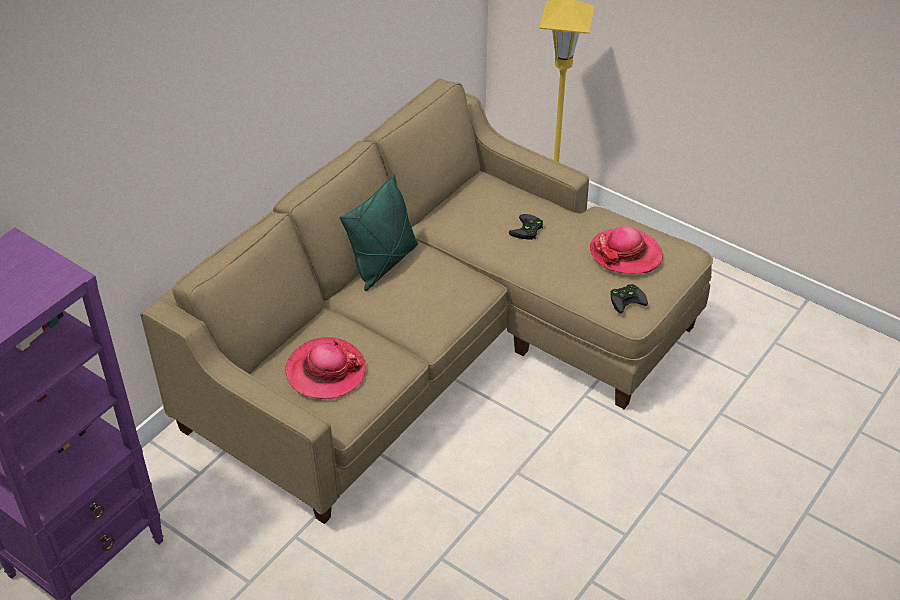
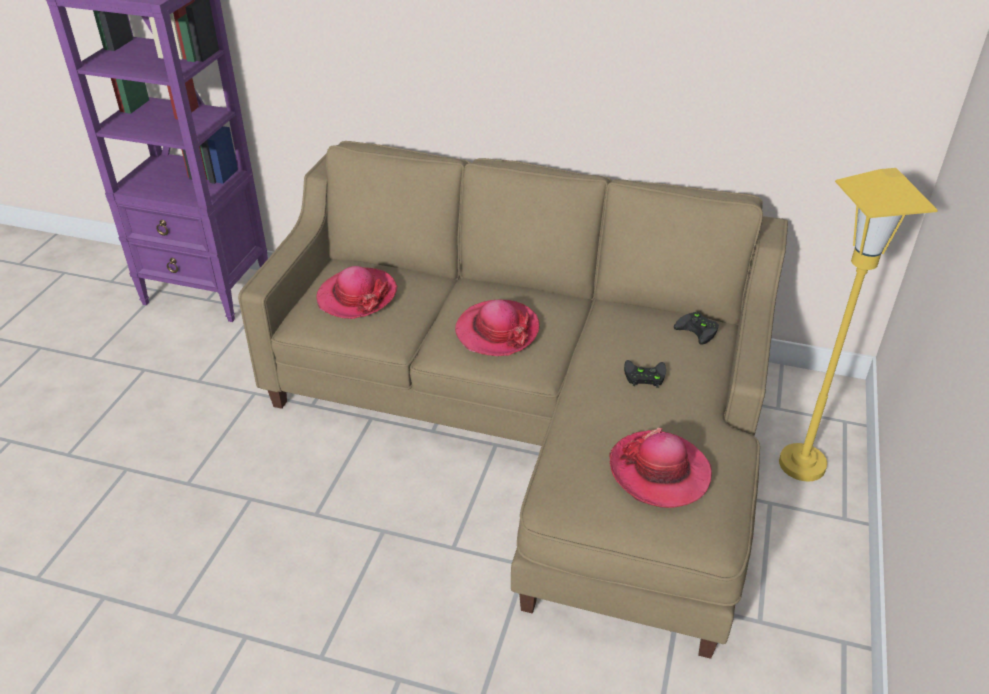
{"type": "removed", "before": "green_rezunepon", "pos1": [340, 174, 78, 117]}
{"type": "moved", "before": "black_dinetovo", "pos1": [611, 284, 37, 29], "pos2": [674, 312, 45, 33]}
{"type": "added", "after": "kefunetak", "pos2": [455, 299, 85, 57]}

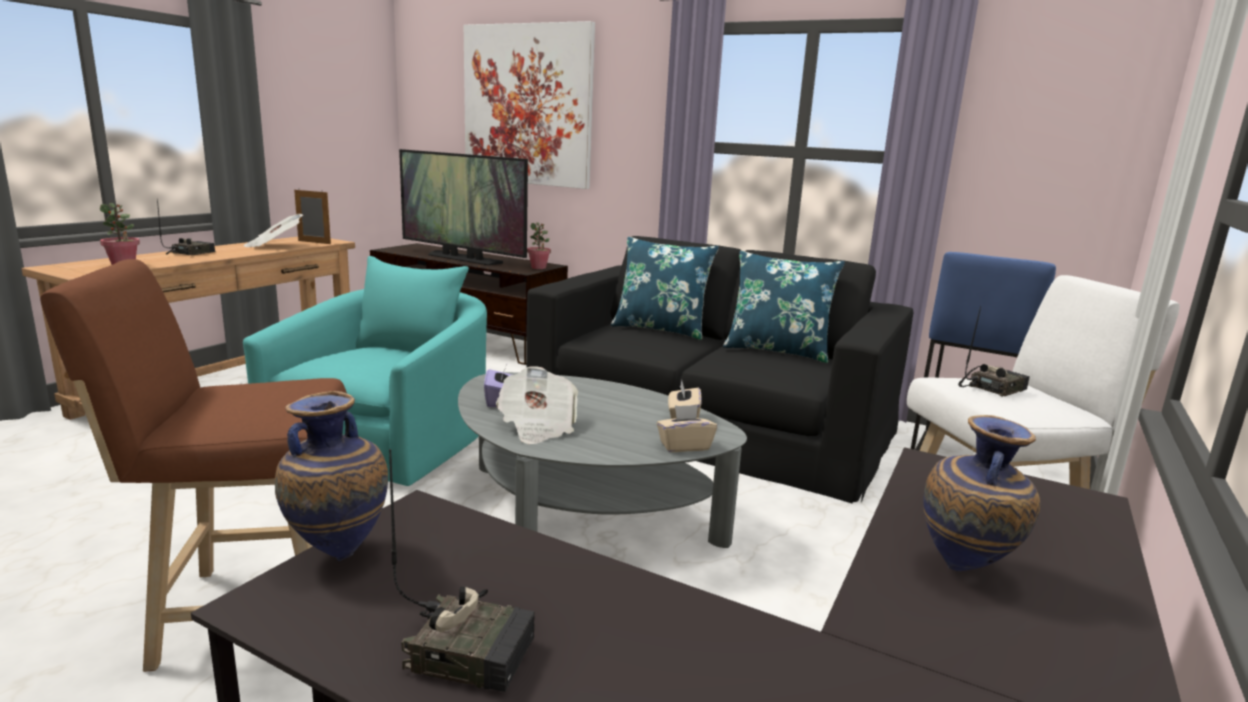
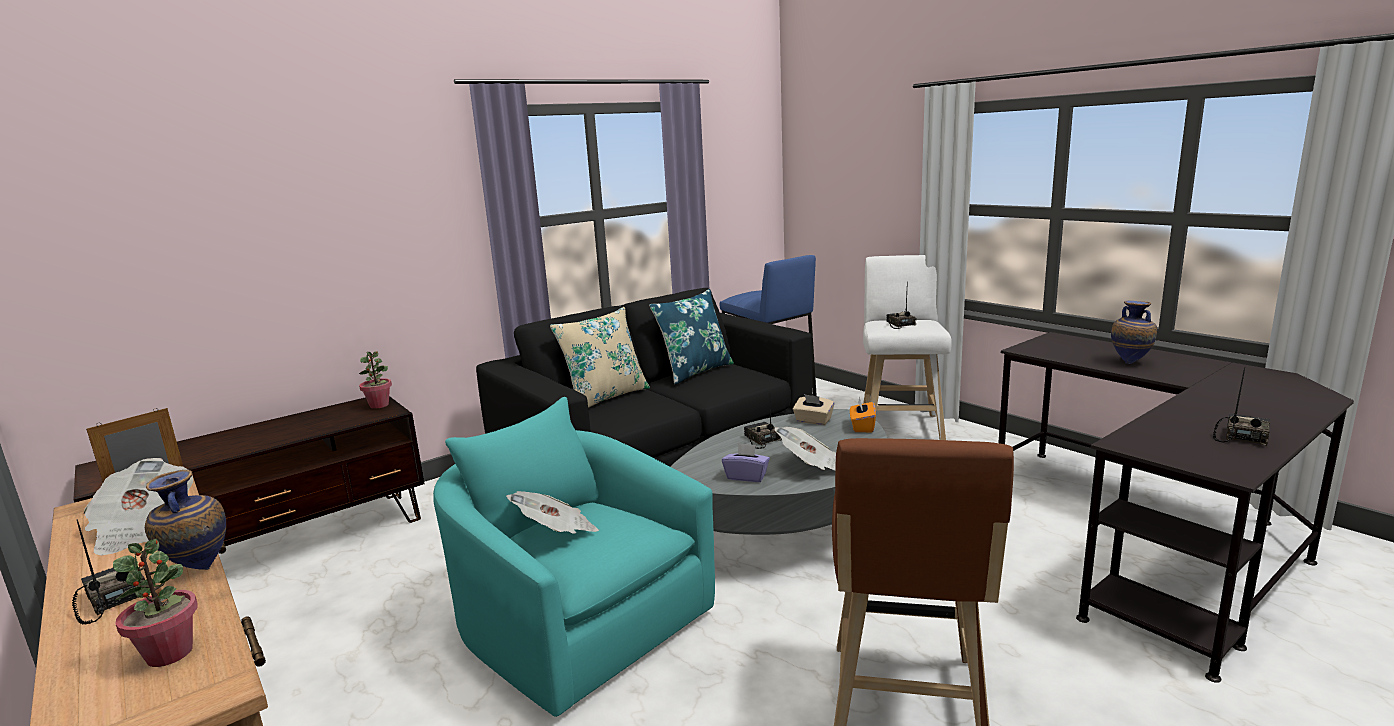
{"type": "removed", "before": "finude", "pos1": [464, 21, 131, 168]}
{"type": "removed", "before": "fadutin", "pos1": [399, 149, 129, 116]}
{"type": "recoloured", "before": "blue_rezunepon", "after": "beige_rezunepon", "pos1": [611, 237, 108, 103], "pos2": [550, 307, 100, 101]}
{"type": "moved", "before": "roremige", "pos1": [275, 391, 113, 170], "pos2": [145, 470, 81, 100]}
{"type": "recoloured", "before": "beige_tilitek", "after": "orange_tilitek", "pos1": [657, 405, 60, 47], "pos2": [850, 397, 26, 35]}
{"type": "added", "after": "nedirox", "pos2": [744, 405, 38, 44]}
{"type": "added", "after": "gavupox", "pos2": [506, 491, 93, 43]}

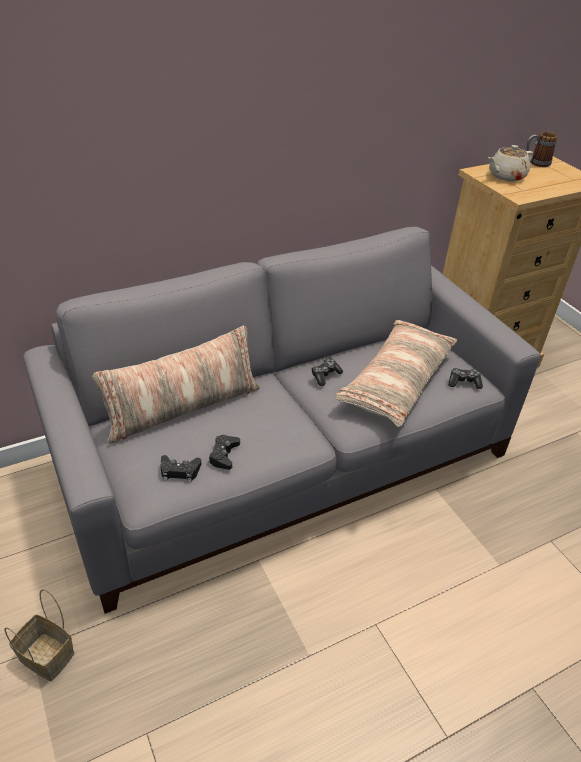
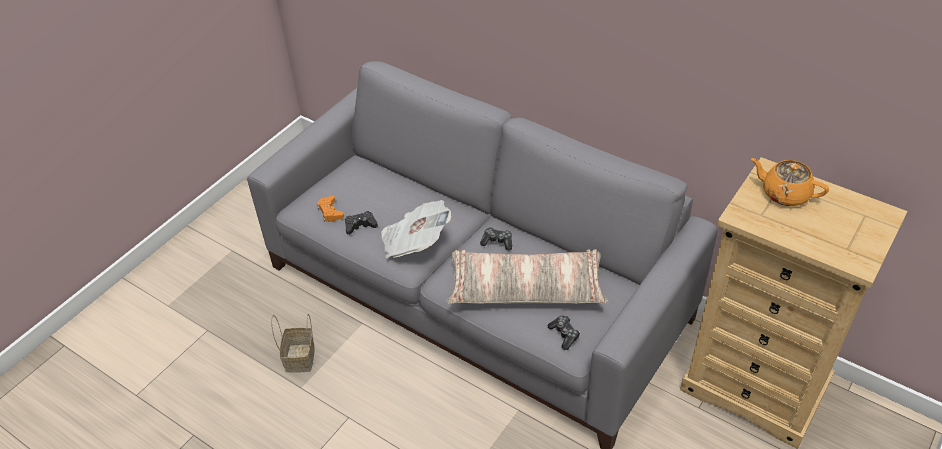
{"type": "removed", "before": "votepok", "pos1": [526, 132, 31, 35]}
{"type": "recoloured", "before": "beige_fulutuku", "after": "orange_fulutuku", "pos1": [488, 145, 46, 36], "pos2": [751, 158, 78, 48]}
{"type": "removed", "before": "rezunepon", "pos1": [92, 326, 168, 118]}
{"type": "recoloured", "before": "black_dinetovo", "after": "orange_dinetovo", "pos1": [160, 455, 41, 27], "pos2": [317, 195, 27, 27]}
{"type": "moved", "before": "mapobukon", "pos1": [4, 589, 71, 92], "pos2": [271, 314, 44, 59]}
{"type": "added", "after": "gavupox", "pos2": [381, 200, 70, 58]}

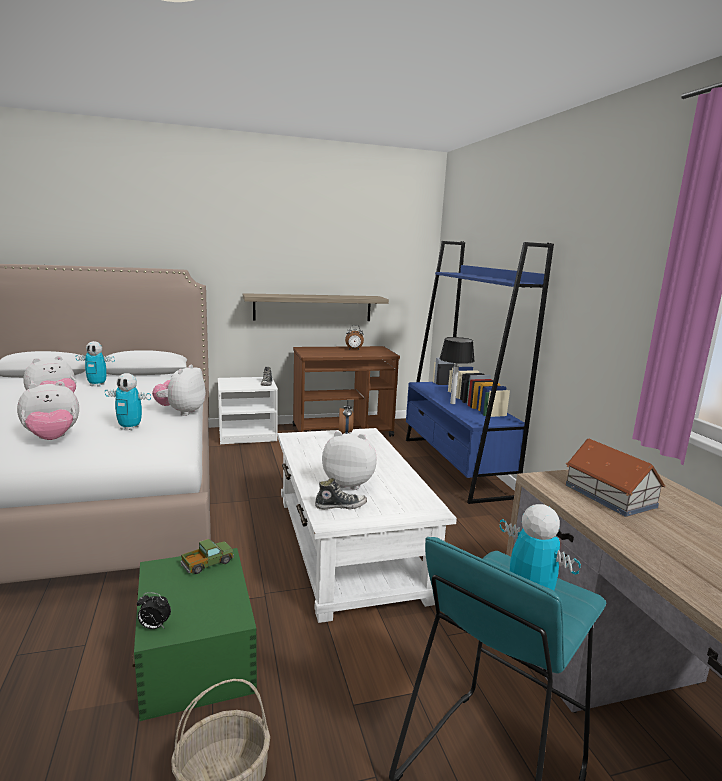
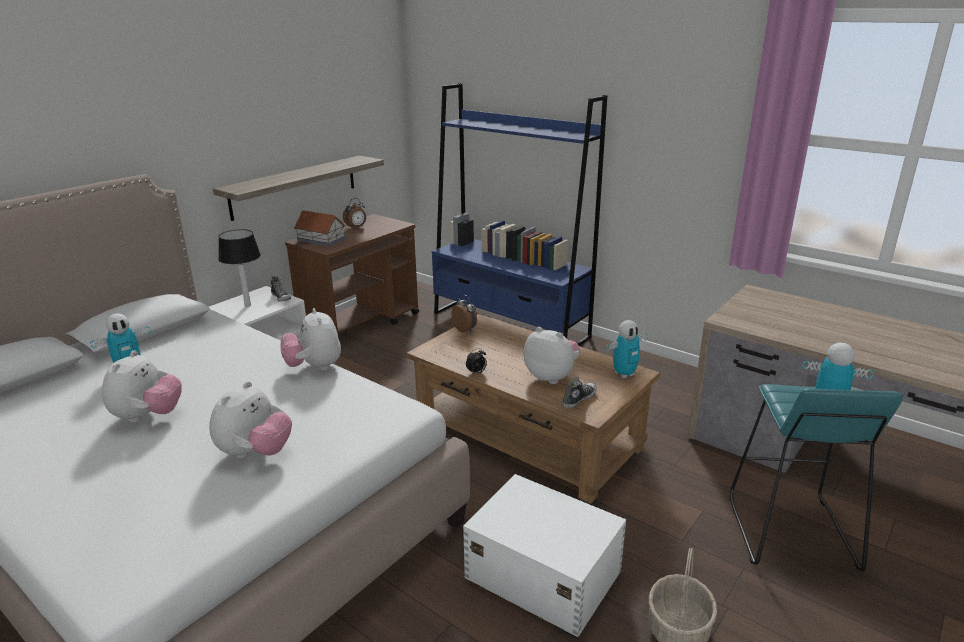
{"type": "moved", "before": "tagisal", "pos1": [440, 337, 35, 67], "pos2": [218, 229, 43, 78]}
{"type": "moved", "before": "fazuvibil", "pos1": [105, 373, 46, 57], "pos2": [606, 320, 42, 58]}
{"type": "recoloured", "before": "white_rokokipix", "after": "brown_rokokipix", "pos1": [278, 428, 179, 195], "pos2": [406, 314, 254, 190]}
{"type": "turned", "before": "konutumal", "pos1": [322, 431, 55, 59], "pos2": [524, 327, 56, 57], "turn": 60}
{"type": "moved", "before": "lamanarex", "pos1": [566, 439, 100, 78], "pos2": [294, 210, 52, 36]}
{"type": "removed", "before": "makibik", "pos1": [181, 539, 53, 35]}
{"type": "recoloured", "before": "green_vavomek", "after": "white_vavomek", "pos1": [132, 548, 125, 173], "pos2": [463, 474, 163, 163]}
{"type": "moved", "before": "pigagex", "pos1": [137, 592, 34, 37], "pos2": [466, 348, 21, 26]}

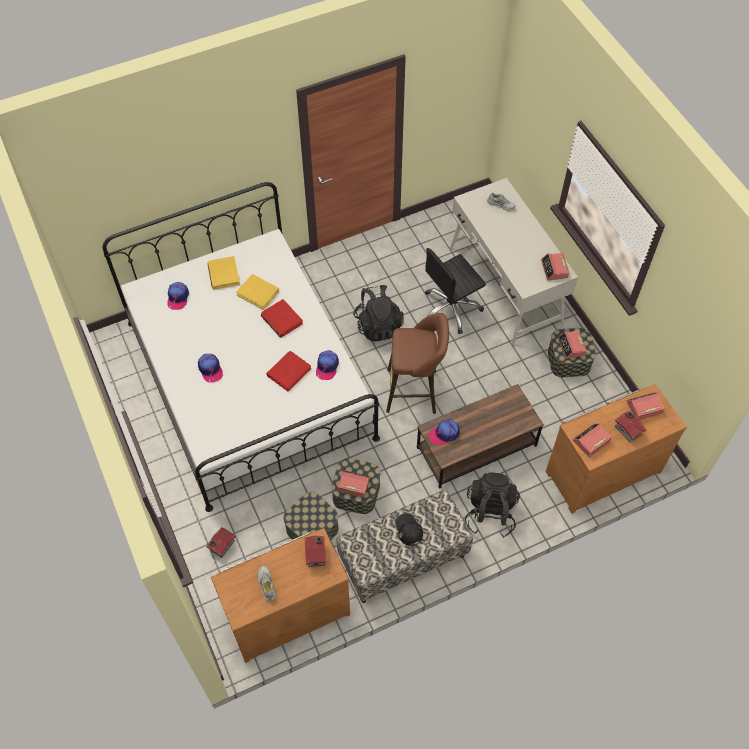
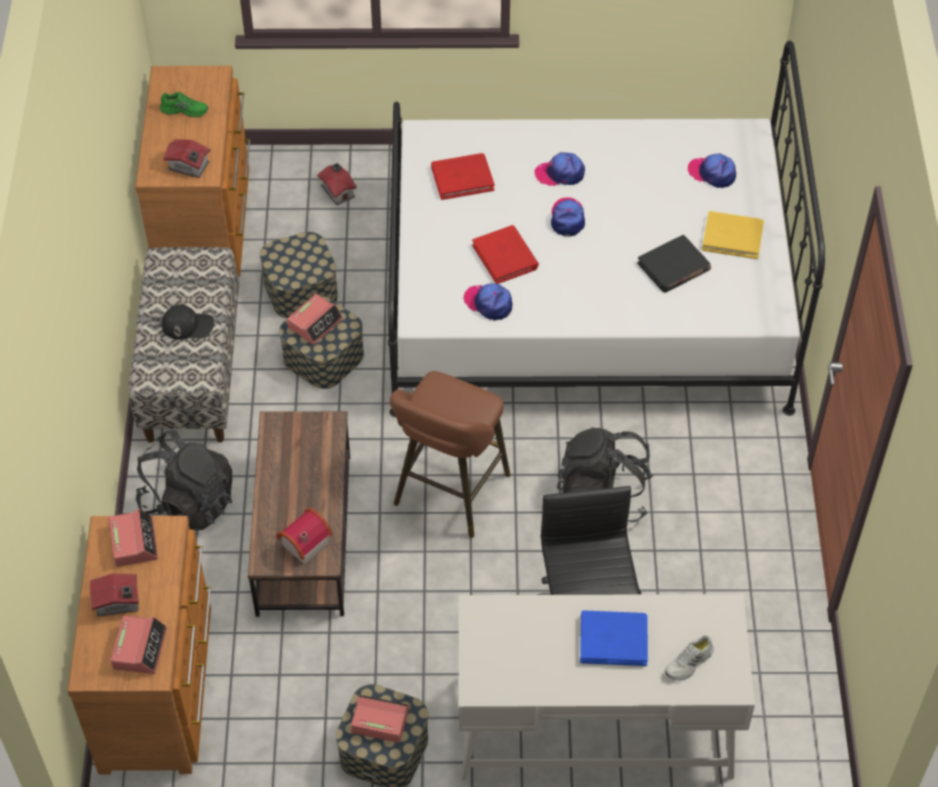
{"type": "removed", "before": "pigagex", "pos1": [541, 253, 28, 28]}
{"type": "recoloured", "before": "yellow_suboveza", "after": "black_suboveza", "pos1": [236, 274, 43, 36], "pos2": [637, 235, 74, 57]}
{"type": "moved", "before": "red_suboveza", "pos1": [261, 299, 42, 39], "pos2": [431, 153, 63, 47]}
{"type": "moved", "before": "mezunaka", "pos1": [429, 419, 31, 26], "pos2": [551, 198, 34, 38]}
{"type": "recoloured", "before": "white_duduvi", "after": "green_duduvi", "pos1": [257, 566, 19, 36], "pos2": [160, 92, 48, 25]}
{"type": "added", "after": "lamanarex", "pos2": [276, 508, 56, 57]}
{"type": "added", "after": "blue_suboveza", "pos2": [580, 610, 68, 56]}

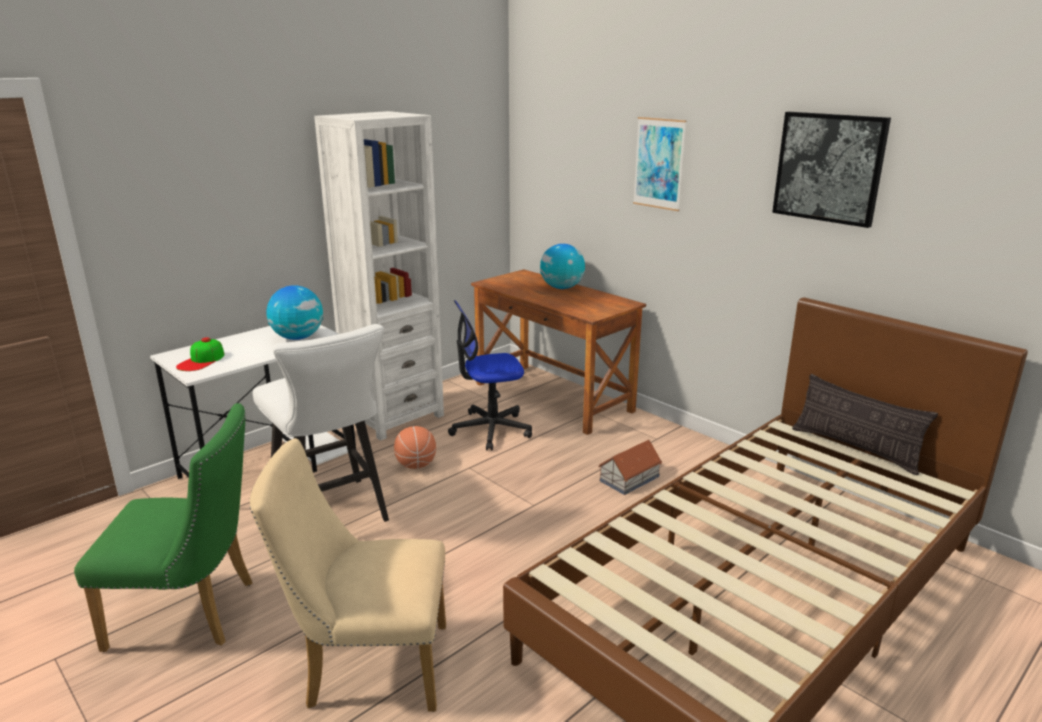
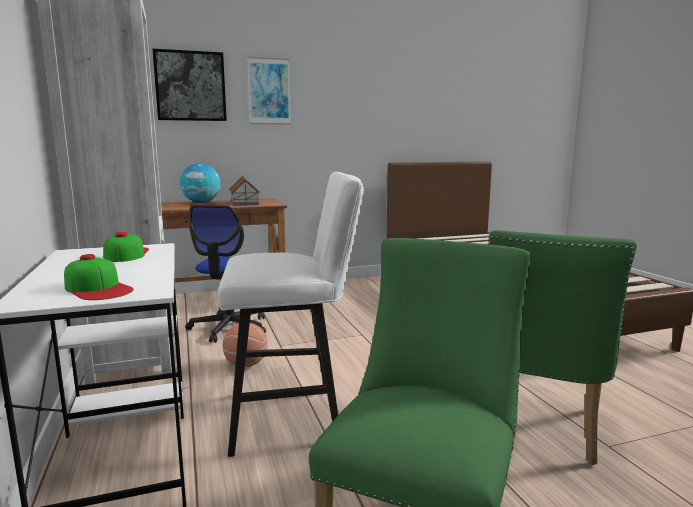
{"type": "moved", "before": "finude", "pos1": [772, 112, 119, 116], "pos2": [153, 49, 74, 72]}
{"type": "replaced", "before": "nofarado", "after": "mezunaka", "pos1": [266, 285, 57, 55], "pos2": [103, 232, 46, 30]}
{"type": "removed", "before": "rezunepon", "pos1": [792, 374, 146, 101]}
{"type": "recoloured", "before": "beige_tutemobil", "after": "green_tutemobil", "pos1": [250, 438, 196, 274], "pos2": [490, 230, 147, 235]}
{"type": "moved", "before": "lamanarex", "pos1": [598, 440, 64, 55], "pos2": [229, 176, 31, 30]}

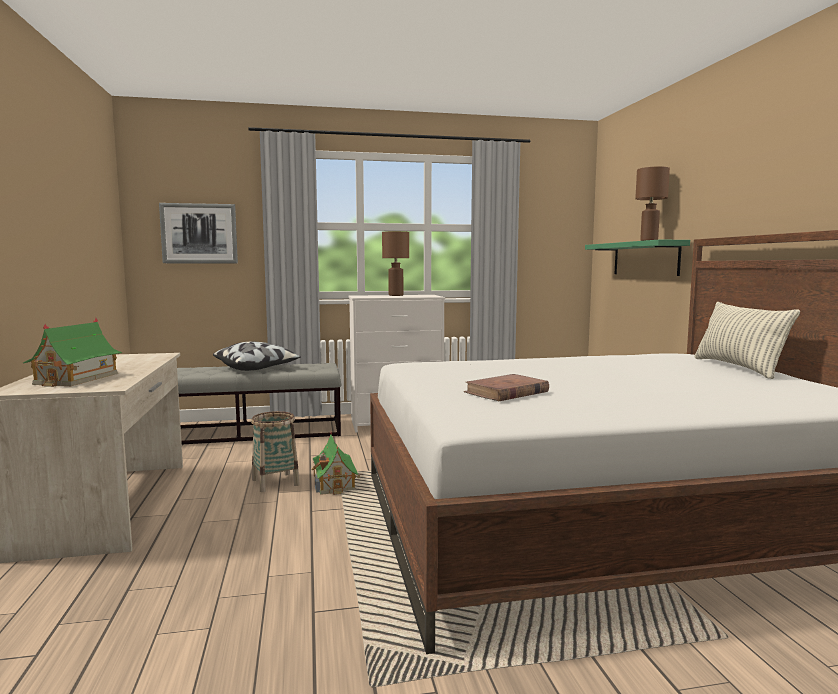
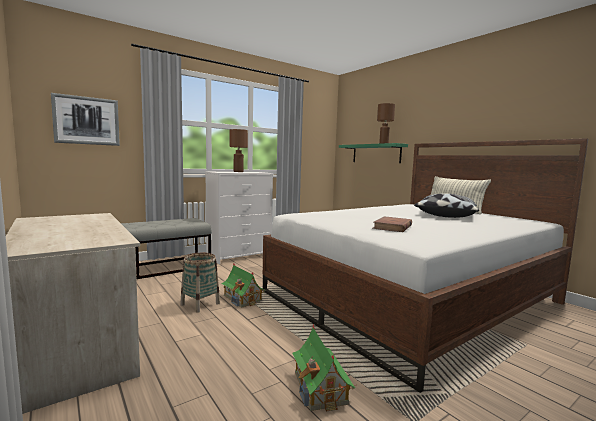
{"type": "moved", "before": "lamanarex", "pos1": [23, 318, 99, 69], "pos2": [292, 324, 63, 88]}
{"type": "moved", "before": "rezunepon", "pos1": [213, 342, 88, 29], "pos2": [414, 193, 65, 25]}

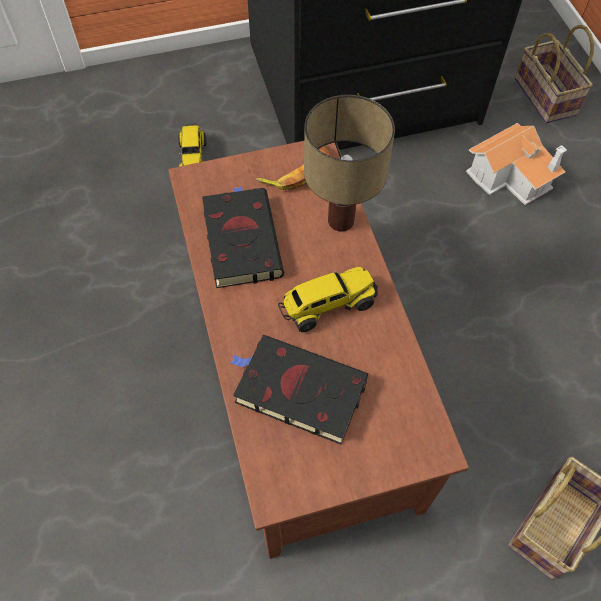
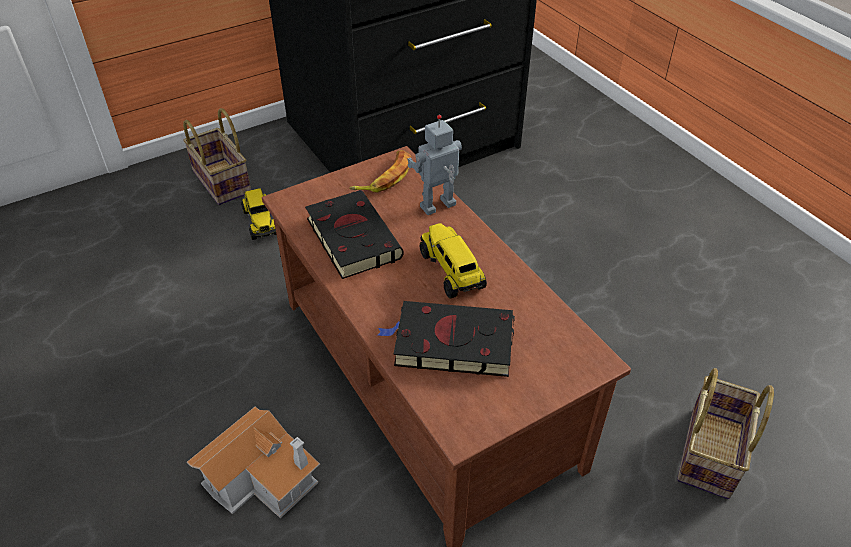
{"type": "moved", "before": "mapobukon", "pos1": [515, 25, 79, 98], "pos2": [183, 108, 68, 97]}
{"type": "replaced", "before": "tagisal", "after": "fazuvibil", "pos1": [304, 95, 91, 136], "pos2": [407, 115, 55, 100]}
{"type": "moved", "before": "lamanarex", "pos1": [466, 123, 101, 82], "pos2": [187, 407, 133, 112]}
{"type": "turned", "before": "makibik", "pos1": [278, 267, 100, 65], "pos2": [420, 223, 67, 76], "turn": -75}

